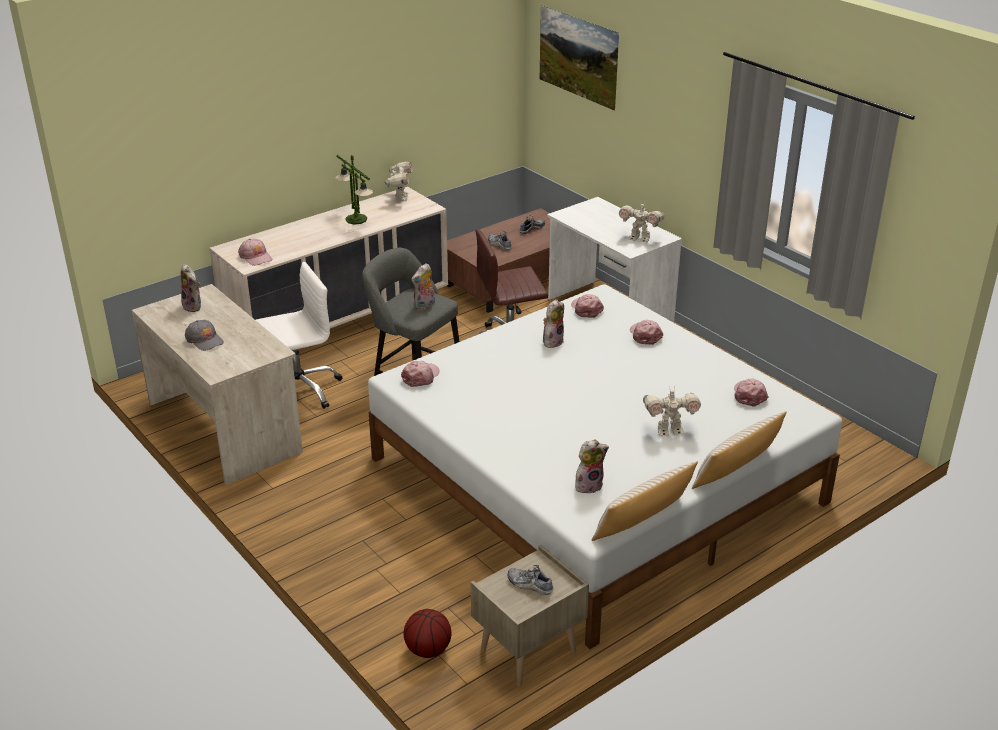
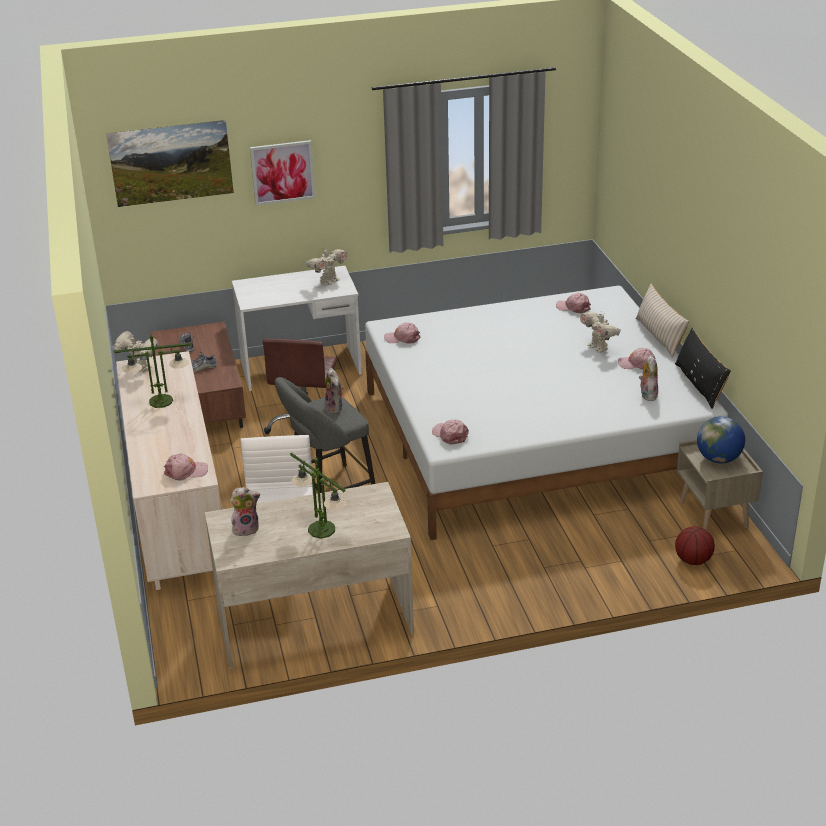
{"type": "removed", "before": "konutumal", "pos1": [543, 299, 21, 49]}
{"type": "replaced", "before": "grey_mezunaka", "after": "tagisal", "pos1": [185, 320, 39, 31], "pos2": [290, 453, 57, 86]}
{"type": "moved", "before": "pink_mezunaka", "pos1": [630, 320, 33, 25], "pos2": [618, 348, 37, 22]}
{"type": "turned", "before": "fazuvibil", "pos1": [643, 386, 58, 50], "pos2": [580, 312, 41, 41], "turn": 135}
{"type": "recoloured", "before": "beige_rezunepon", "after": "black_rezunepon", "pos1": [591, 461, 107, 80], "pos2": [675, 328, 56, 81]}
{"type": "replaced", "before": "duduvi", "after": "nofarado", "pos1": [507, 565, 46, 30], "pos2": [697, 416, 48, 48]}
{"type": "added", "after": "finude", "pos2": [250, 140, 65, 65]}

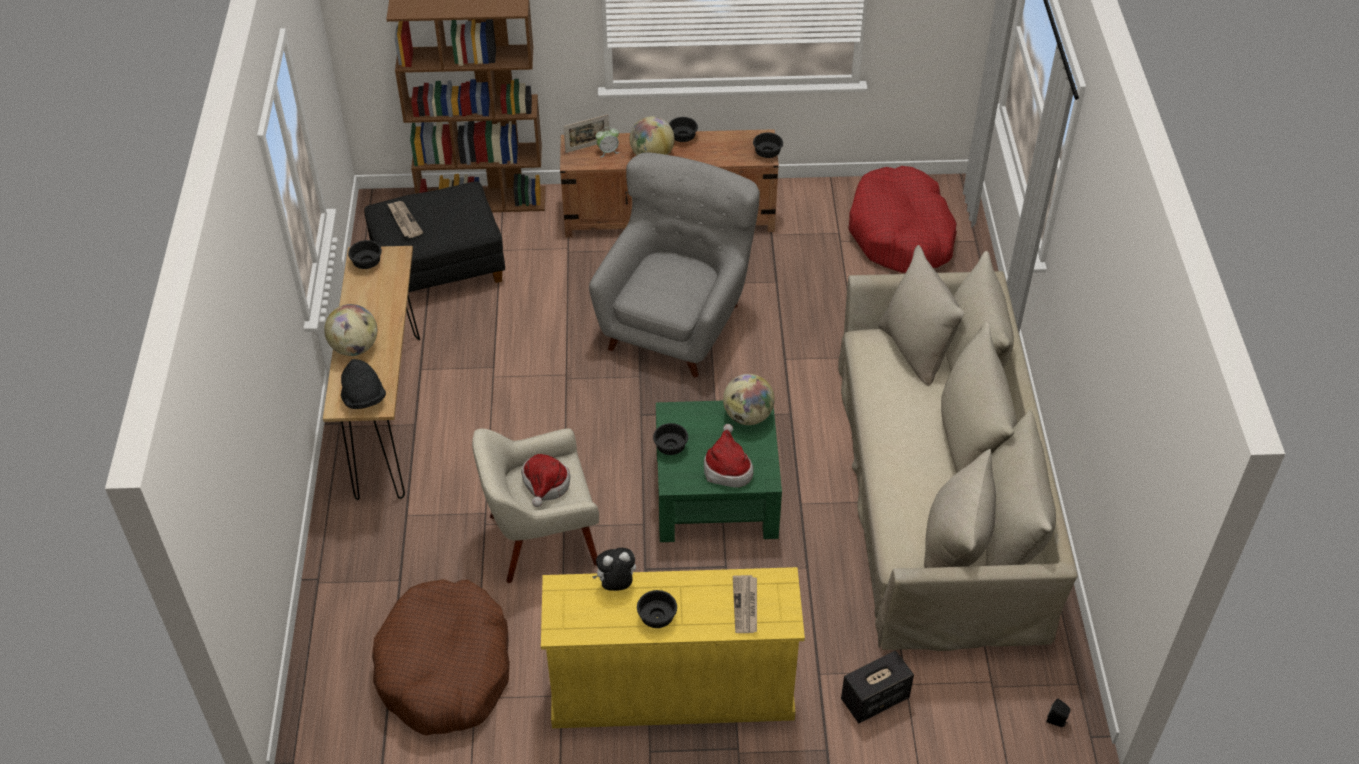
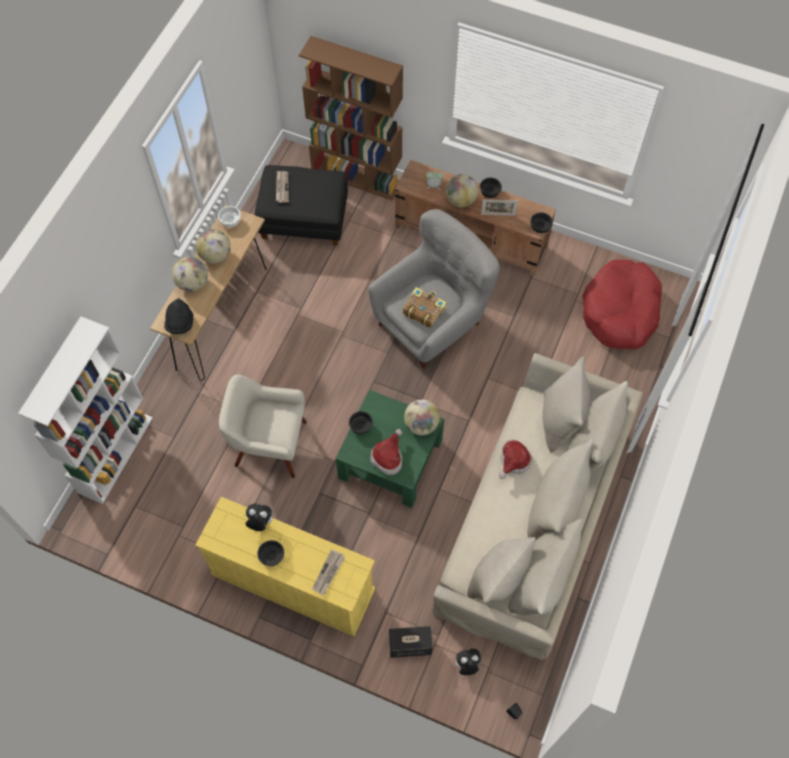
{"type": "moved", "before": "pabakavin", "pos1": [564, 114, 45, 39], "pos2": [481, 199, 37, 17]}
{"type": "recoloured", "before": "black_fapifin", "after": "white_fapifin", "pos1": [348, 240, 34, 29], "pos2": [218, 206, 23, 21]}
{"type": "moved", "before": "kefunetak", "pos1": [521, 454, 50, 53], "pos2": [499, 440, 34, 39]}
{"type": "removed", "before": "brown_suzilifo", "pos1": [372, 579, 138, 157]}
{"type": "added", "after": "nofarado", "pos2": [196, 229, 35, 35]}
{"type": "added", "after": "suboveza", "pos2": [403, 287, 44, 41]}
{"type": "added", "after": "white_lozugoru", "pos2": [18, 317, 135, 187]}
{"type": "added", "after": "konutumal", "pos2": [453, 649, 28, 26]}

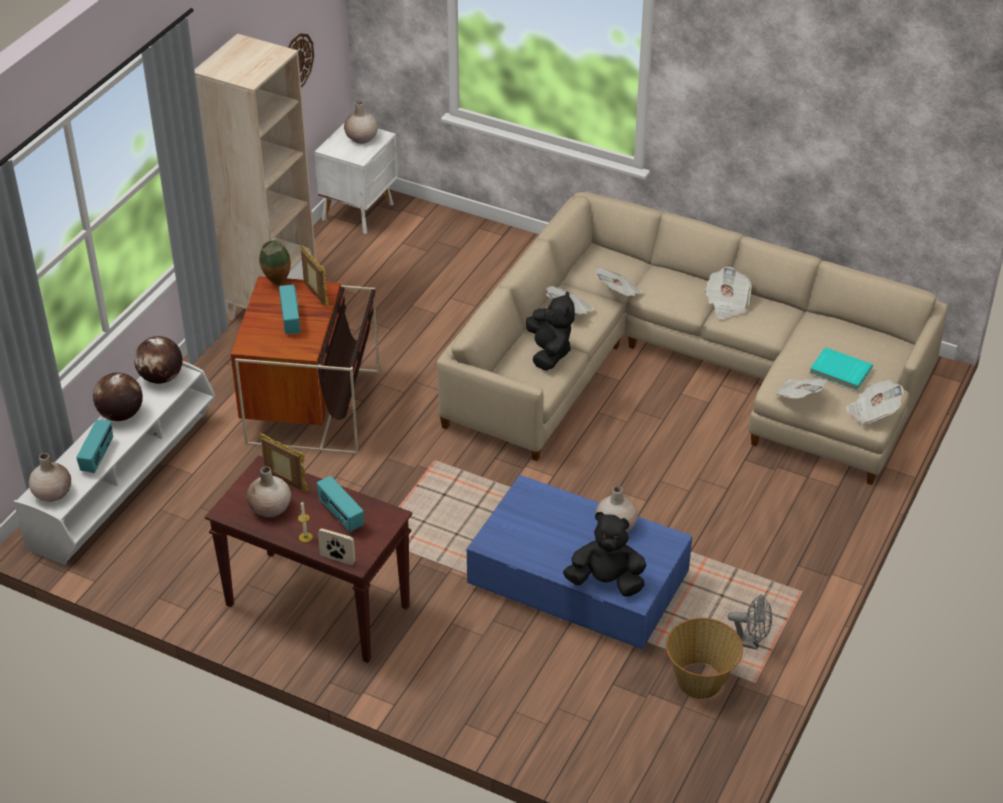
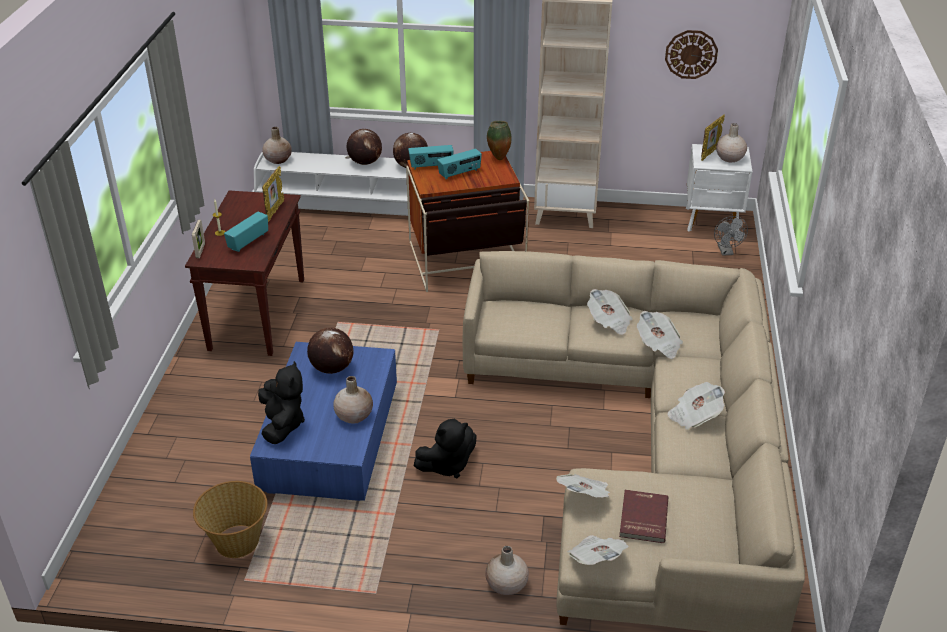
{"type": "moved", "before": "pabakavin", "pos1": [301, 245, 28, 62], "pos2": [701, 115, 24, 46]}
{"type": "moved", "before": "black_konutumal", "pos1": [526, 291, 49, 80], "pos2": [414, 418, 62, 60]}
{"type": "recoloured", "before": "turquoise_suboveza", "after": "red_suboveza", "pos1": [809, 347, 64, 43], "pos2": [619, 490, 49, 53]}
{"type": "moved", "before": "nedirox", "pos1": [76, 419, 37, 54], "pos2": [408, 145, 46, 24]}
{"type": "moved", "before": "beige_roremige", "pos1": [247, 466, 44, 51], "pos2": [485, 546, 44, 49]}
{"type": "moved", "before": "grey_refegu", "pos1": [728, 594, 44, 56], "pos2": [714, 216, 34, 39]}
{"type": "added", "after": "nofarado", "pos2": [307, 328, 47, 46]}

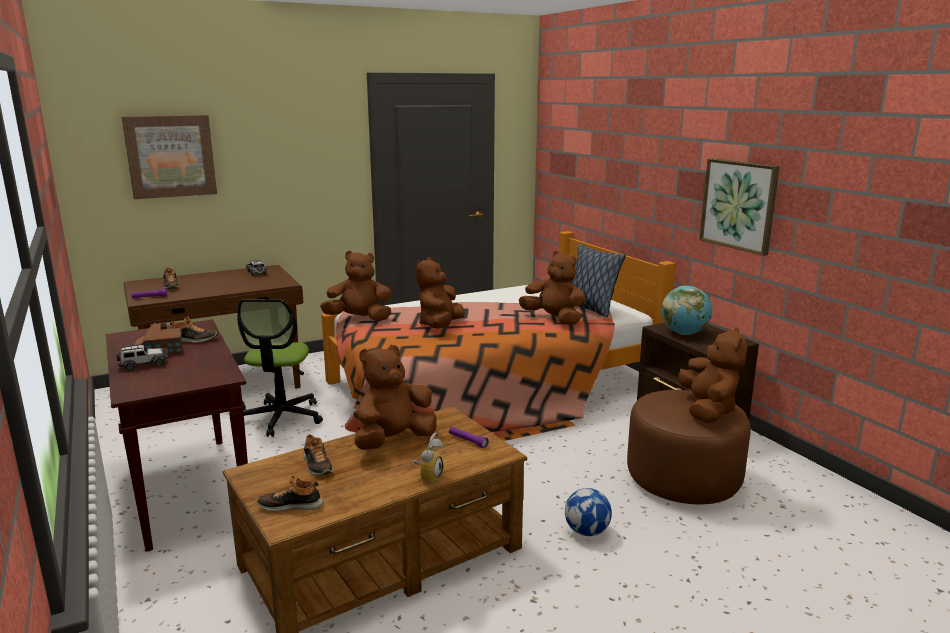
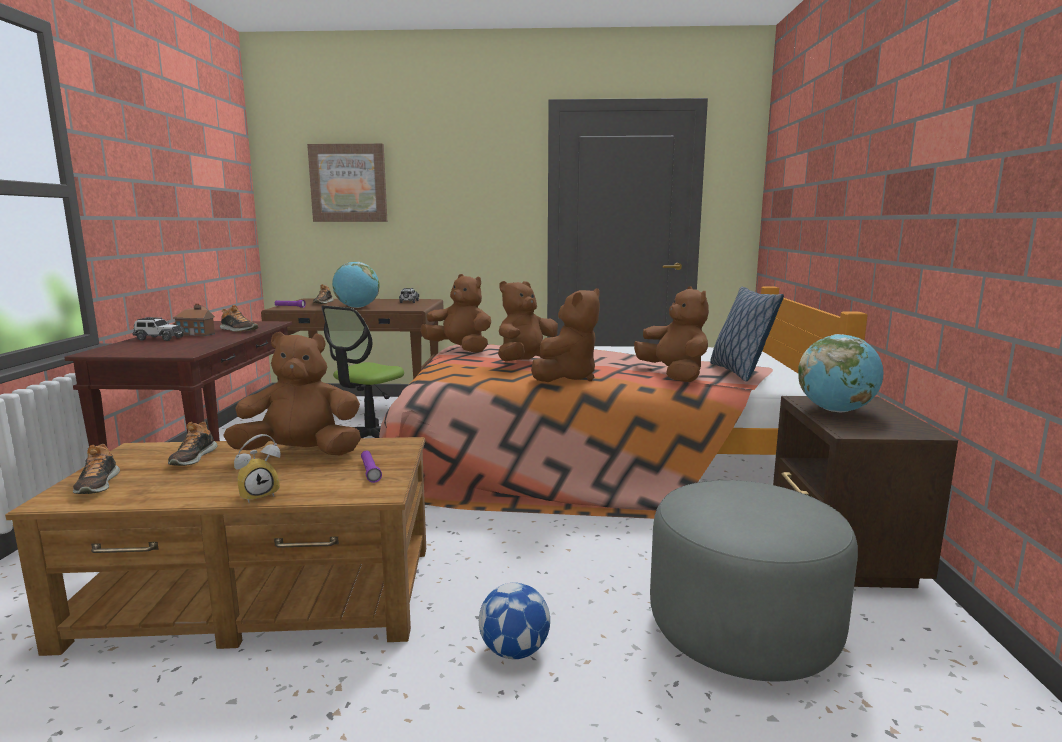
{"type": "removed", "before": "finude", "pos1": [699, 158, 81, 98]}
{"type": "moved", "before": "brown_konutumal", "pos1": [678, 327, 69, 96], "pos2": [531, 288, 69, 94]}
{"type": "recoloured", "before": "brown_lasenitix", "after": "grey_lasenitix", "pos1": [627, 390, 124, 114], "pos2": [650, 480, 208, 202]}
{"type": "turned", "before": "duduvi", "pos1": [257, 475, 66, 37], "pos2": [73, 444, 47, 50], "turn": -135}
{"type": "added", "after": "nofarado", "pos2": [332, 262, 48, 46]}

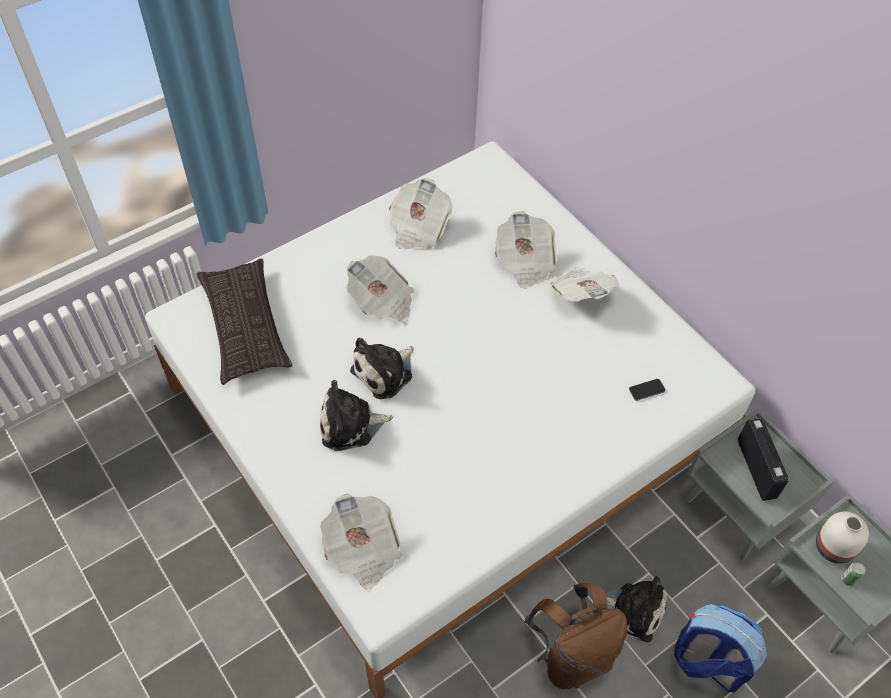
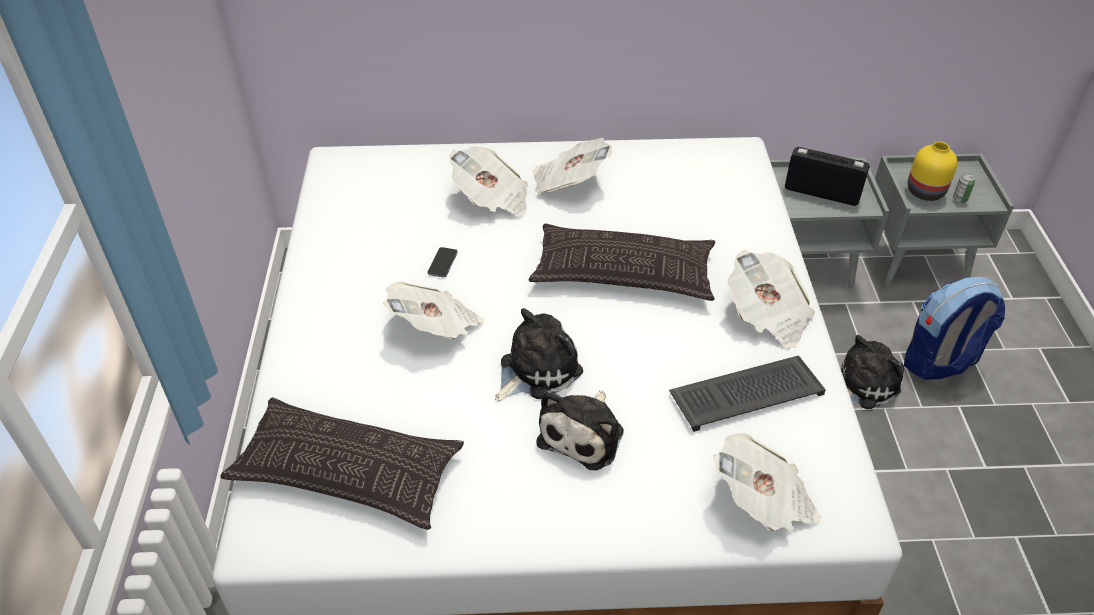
{"type": "moved", "before": "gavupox", "pos1": [389, 178, 63, 72], "pos2": [727, 250, 88, 98]}
{"type": "turned", "before": "konutumal", "pos1": [350, 337, 64, 62], "pos2": [495, 308, 88, 94], "turn": -120}
{"type": "moved", "before": "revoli", "pos1": [629, 379, 37, 22], "pos2": [428, 247, 30, 31]}
{"type": "recoloured", "before": "white_roremige", "after": "yellow_roremige", "pos1": [816, 511, 53, 53], "pos2": [908, 142, 49, 59]}
{"type": "removed", "before": "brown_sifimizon", "pos1": [524, 583, 103, 106]}
{"type": "added", "after": "rezunepon", "pos2": [528, 223, 187, 78]}
{"type": "added", "after": "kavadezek", "pos2": [669, 355, 157, 77]}

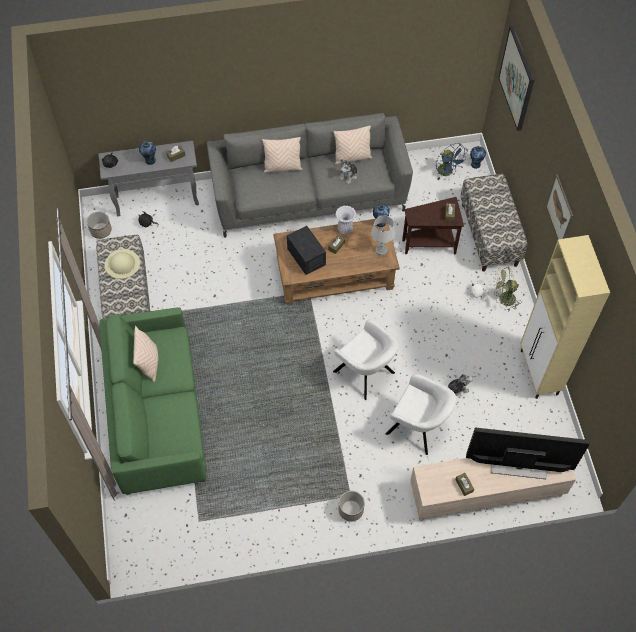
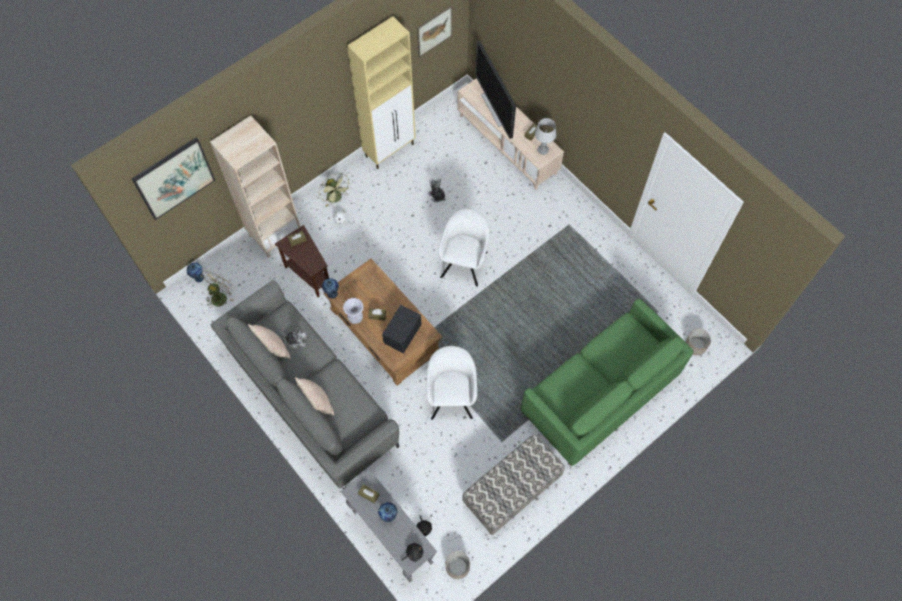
{"type": "recoloured", "before": "blue_refegu", "after": "beige_refegu", "pos1": [436, 143, 32, 37], "pos2": [200, 270, 35, 37]}
{"type": "replaced", "before": "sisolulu", "after": "beige_lozugoru", "pos1": [460, 174, 67, 98], "pos2": [210, 115, 90, 143]}
{"type": "moved", "before": "finude", "pos1": [546, 174, 27, 65], "pos2": [417, 6, 35, 52]}
{"type": "moved", "before": "grey_tagisal", "pos1": [371, 216, 24, 39], "pos2": [535, 118, 21, 37]}
{"type": "removed", "before": "beige_kefunetak", "pos1": [105, 249, 35, 30]}
{"type": "removed", "before": "beige_rezunepon", "pos1": [133, 326, 25, 57]}
{"type": "moved", "before": "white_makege", "pos1": [386, 374, 70, 81], "pos2": [426, 346, 51, 74]}
{"type": "moved", "before": "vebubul", "pos1": [339, 491, 26, 31], "pos2": [685, 329, 26, 26]}

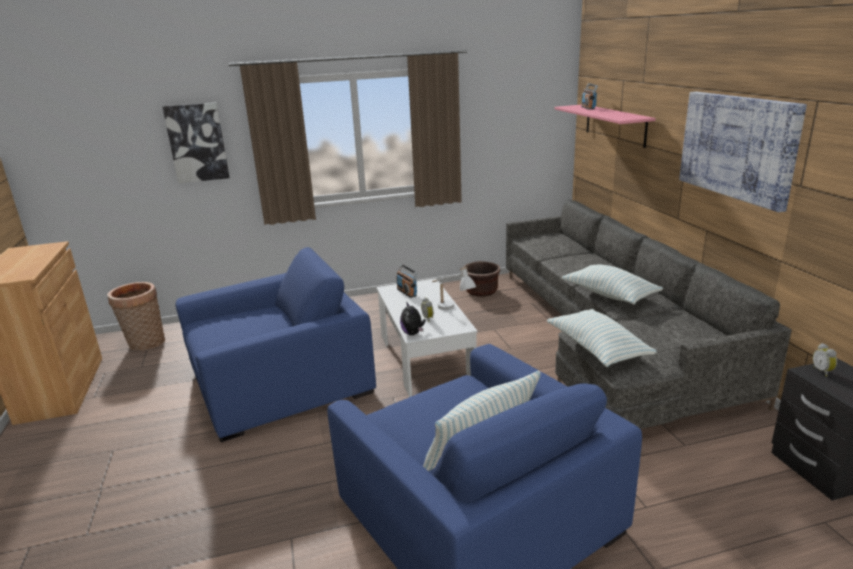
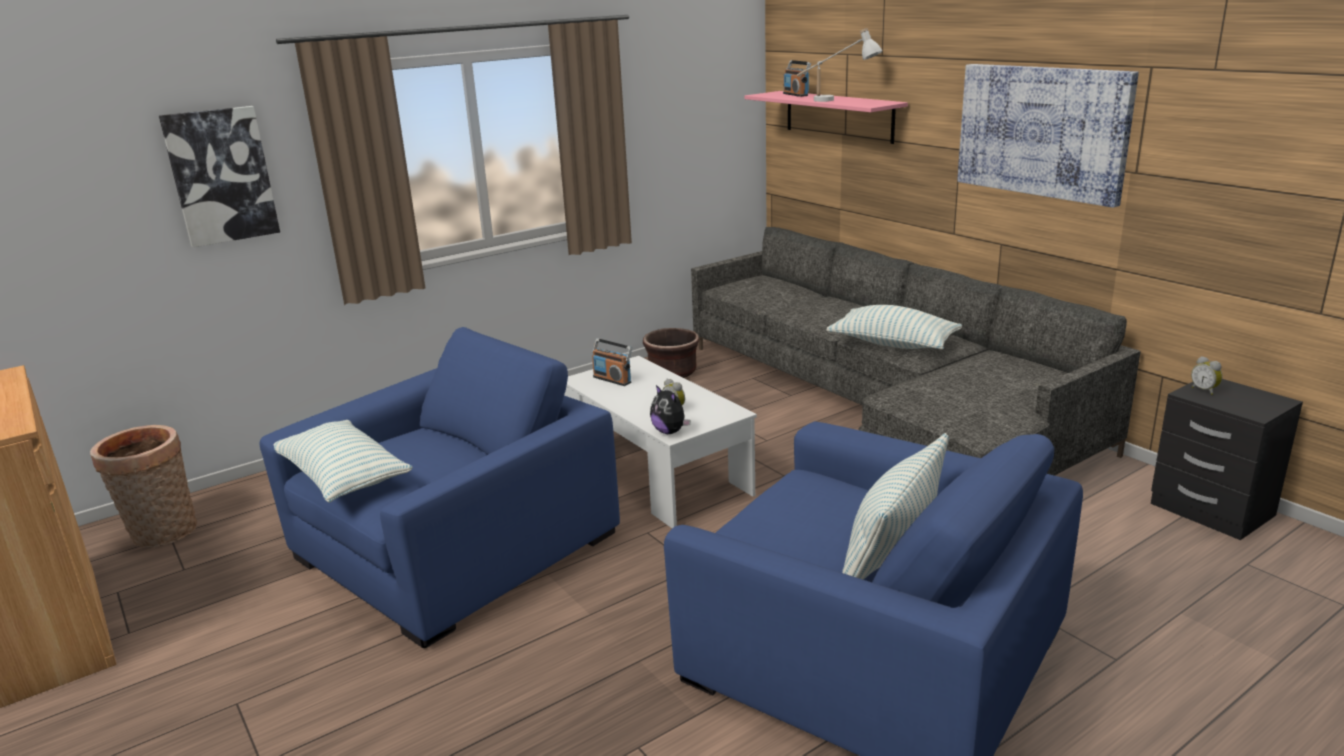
{"type": "moved", "before": "white_tagisal", "pos1": [432, 267, 44, 43], "pos2": [797, 28, 86, 74]}
{"type": "moved", "before": "rezunepon", "pos1": [547, 309, 110, 58], "pos2": [274, 420, 139, 83]}

